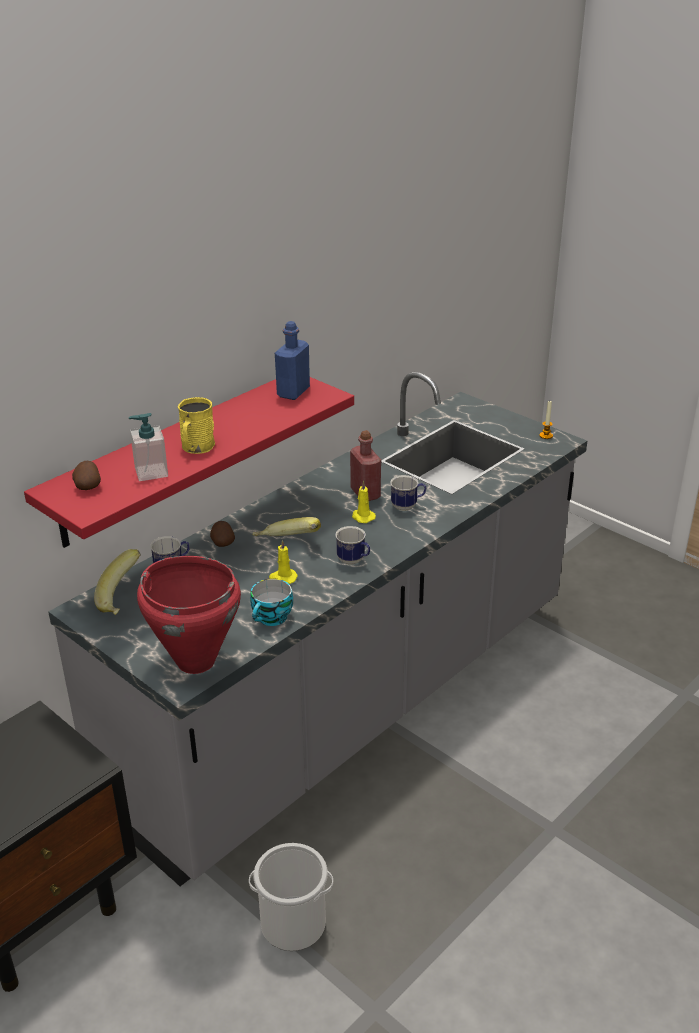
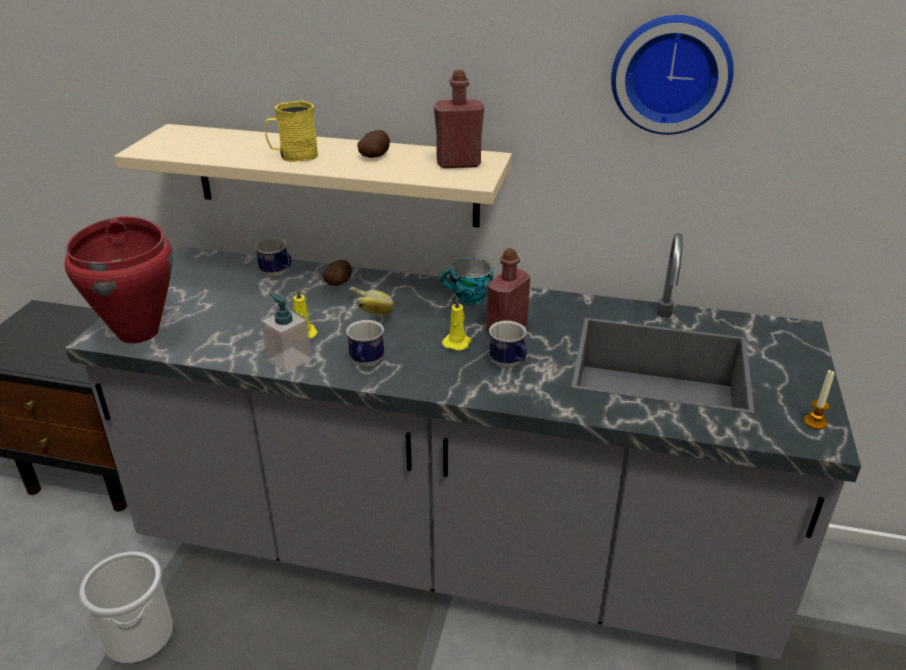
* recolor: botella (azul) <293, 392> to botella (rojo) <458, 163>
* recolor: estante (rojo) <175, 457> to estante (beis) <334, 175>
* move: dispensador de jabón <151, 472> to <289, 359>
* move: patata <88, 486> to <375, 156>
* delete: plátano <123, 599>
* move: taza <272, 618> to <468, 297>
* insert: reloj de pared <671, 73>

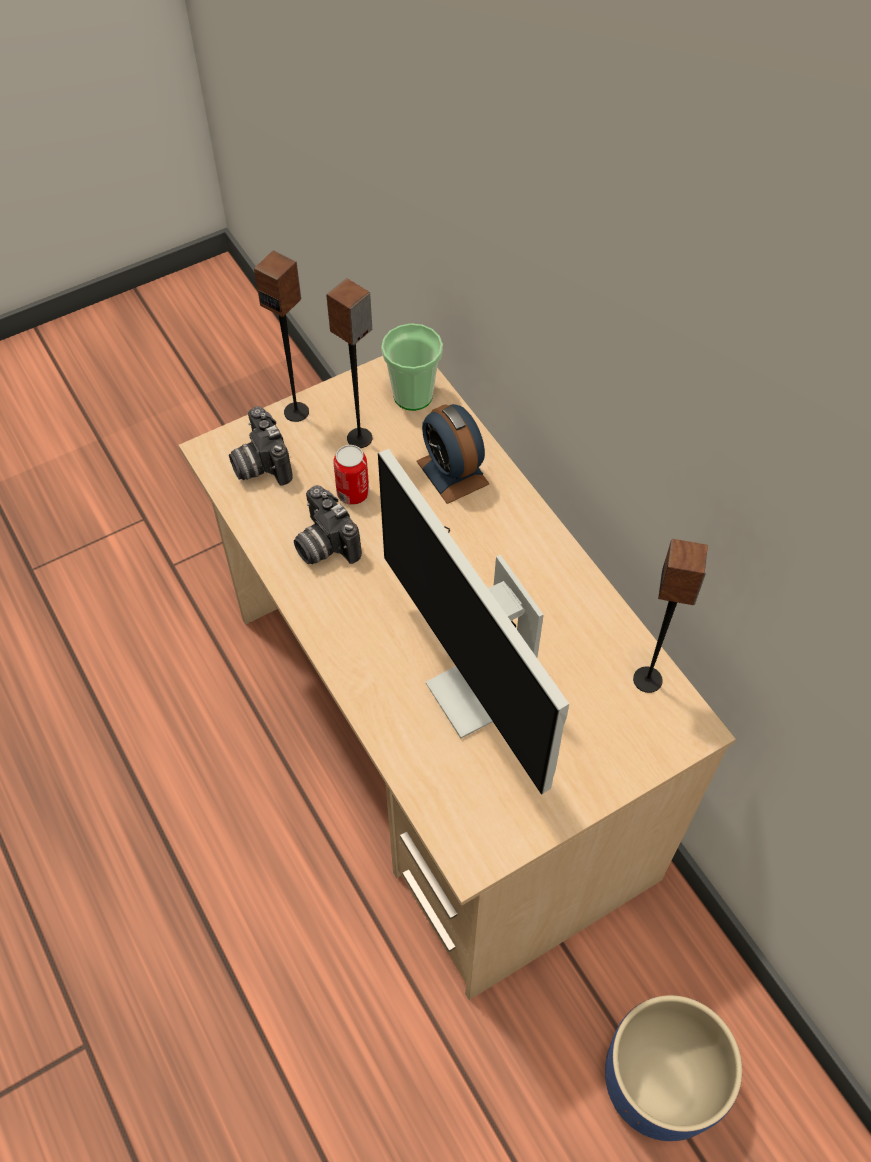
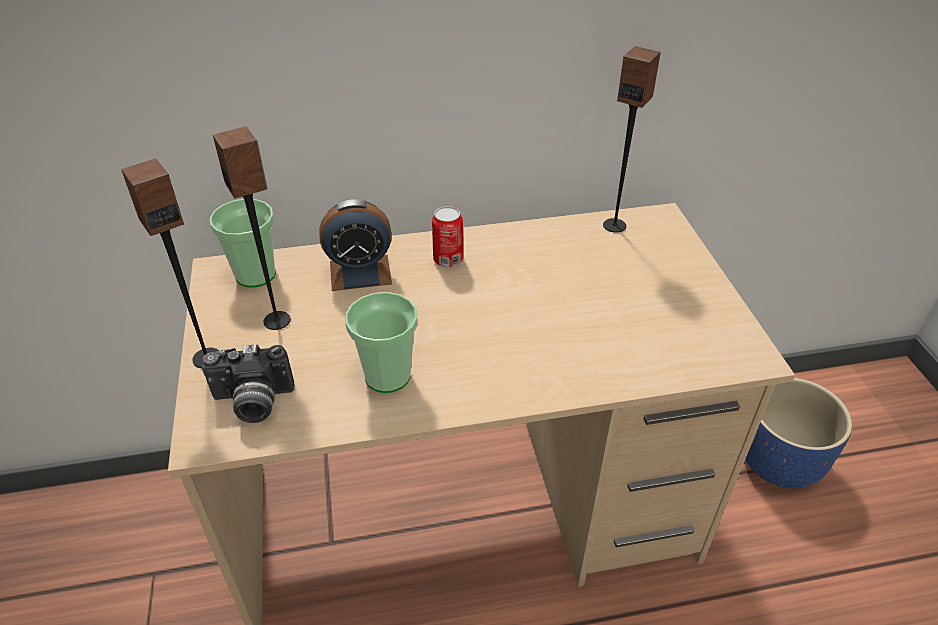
* move: lata <353, 493> to <448, 259>
* delete: monitor <472, 664>
* replace: cámara <323, 545> to taza <387, 376>

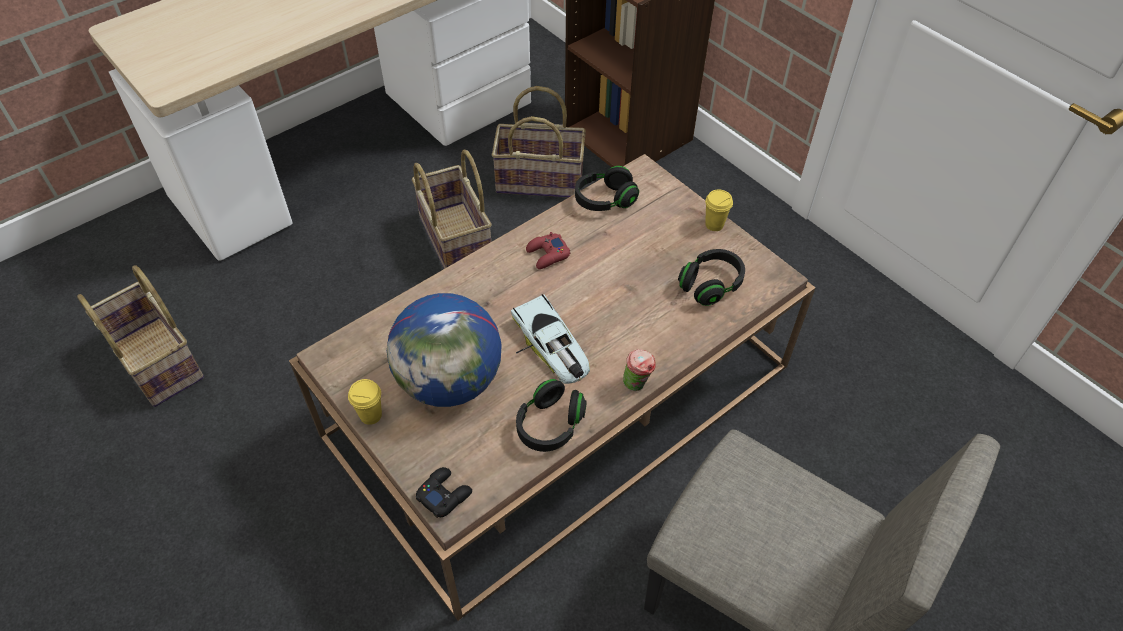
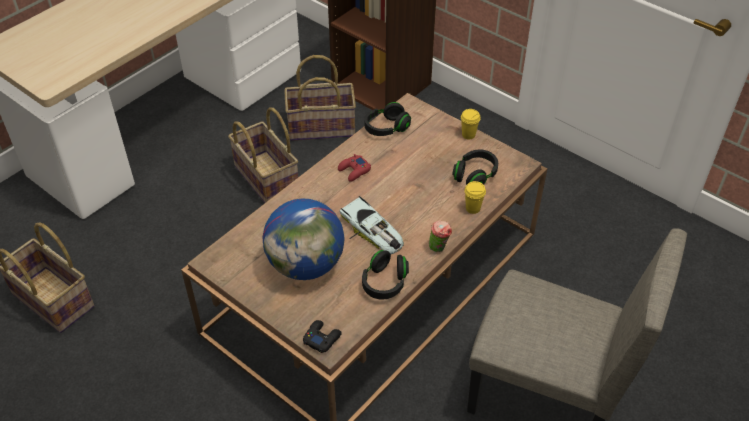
* move: taza (amarillo) <371, 415> to <473, 208>

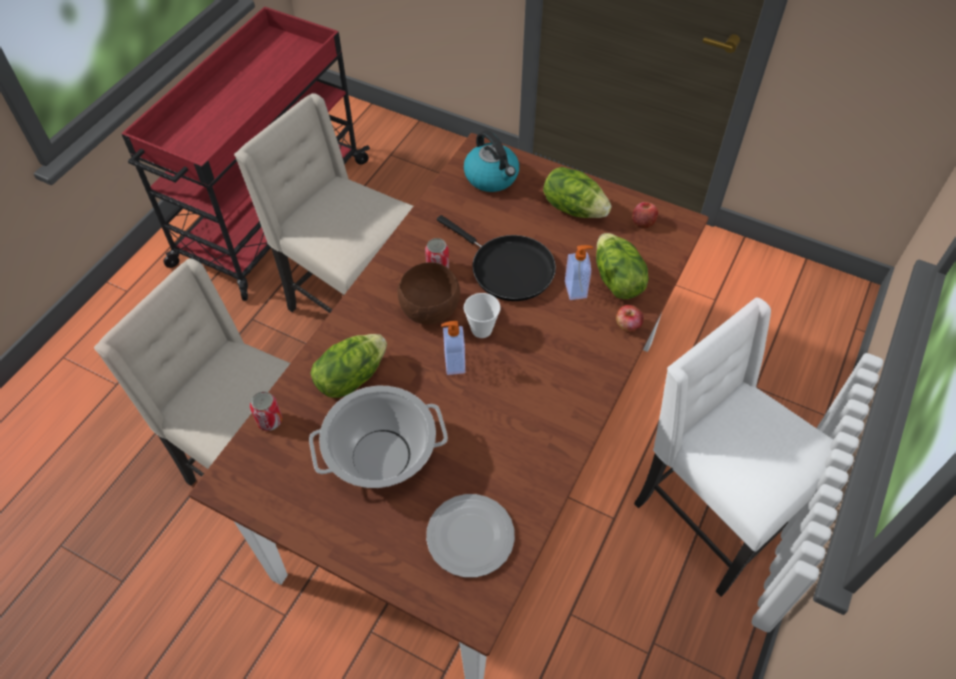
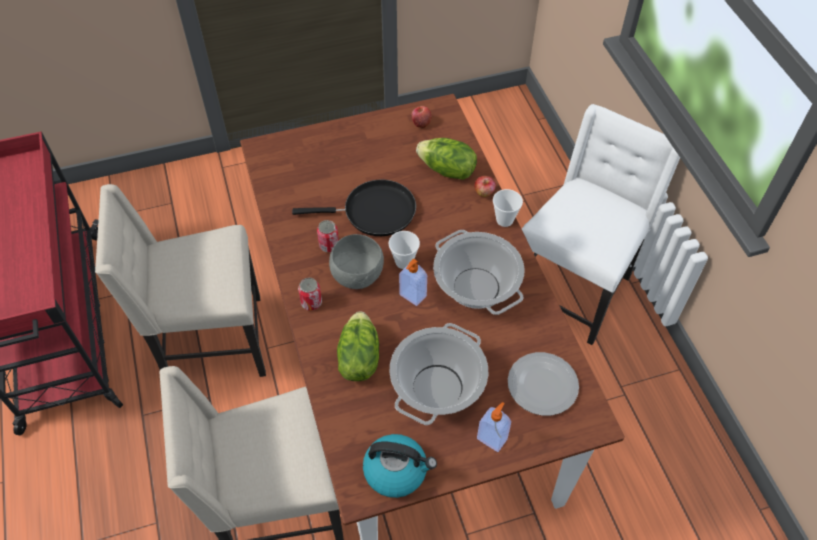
* move: hervidor <492, 177> to <396, 471>
* delete: lechuga <574, 208>
* move: dispensador de jabón <576, 290> to <492, 438>
* recolor: cuenco (marrón) <431, 311> to cuenco (gris) <358, 275>
* rotate: silla (blanco) <709, 513> = <573, 288> 120 degrees clockwise
* move: lata <269, 421> to <311, 302>
* insert: taza <504, 220>
* insert: olla <477, 288>

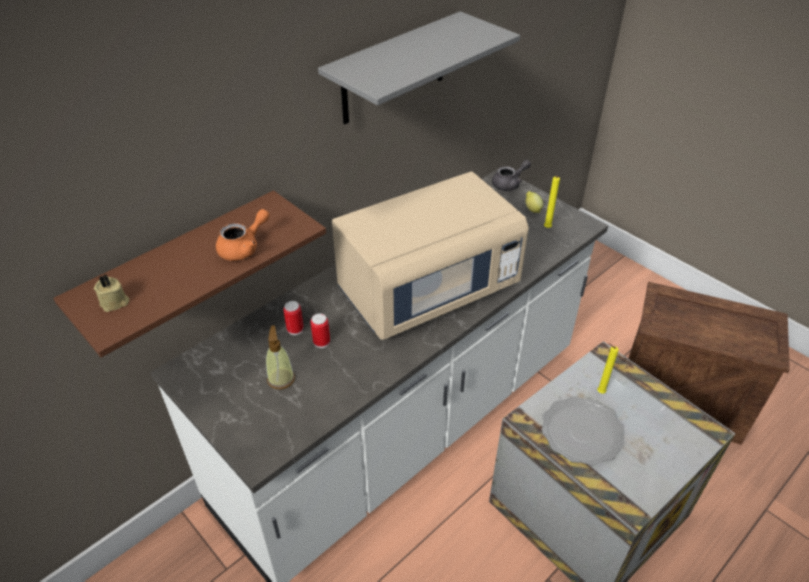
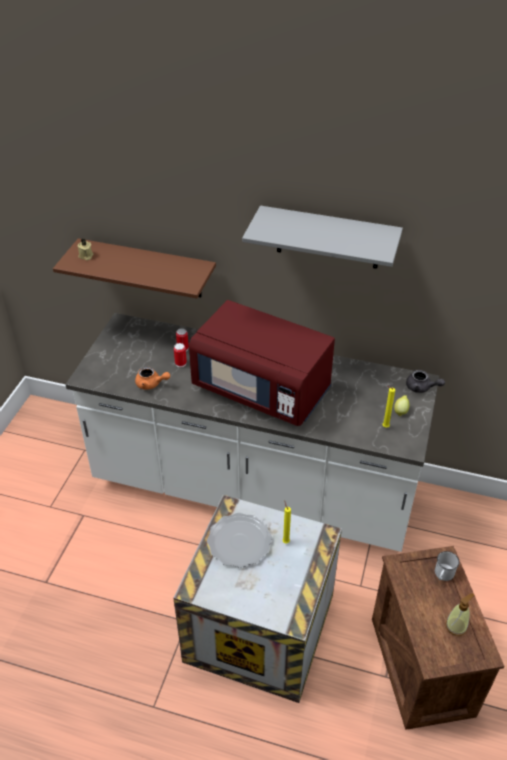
* recolor: microondas (beis) <427, 290> to microondas (rojo) <262, 389>
* move: tetera (naranja) <244, 248> to <151, 384>
* move: dispensador de jabón <281, 379> to <456, 626>
* insert: taza grande (blanco) <443, 575>

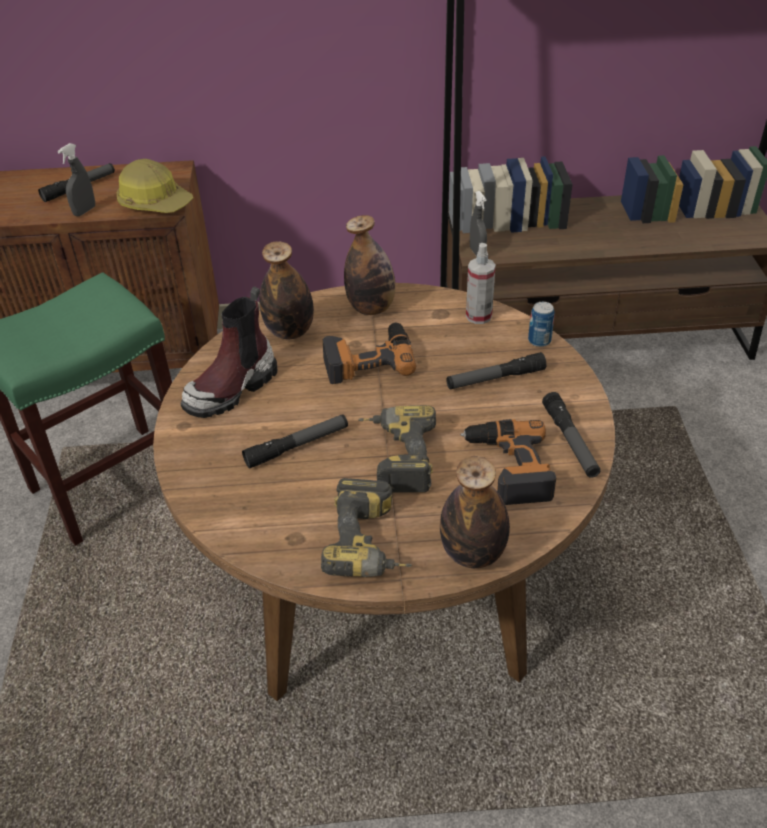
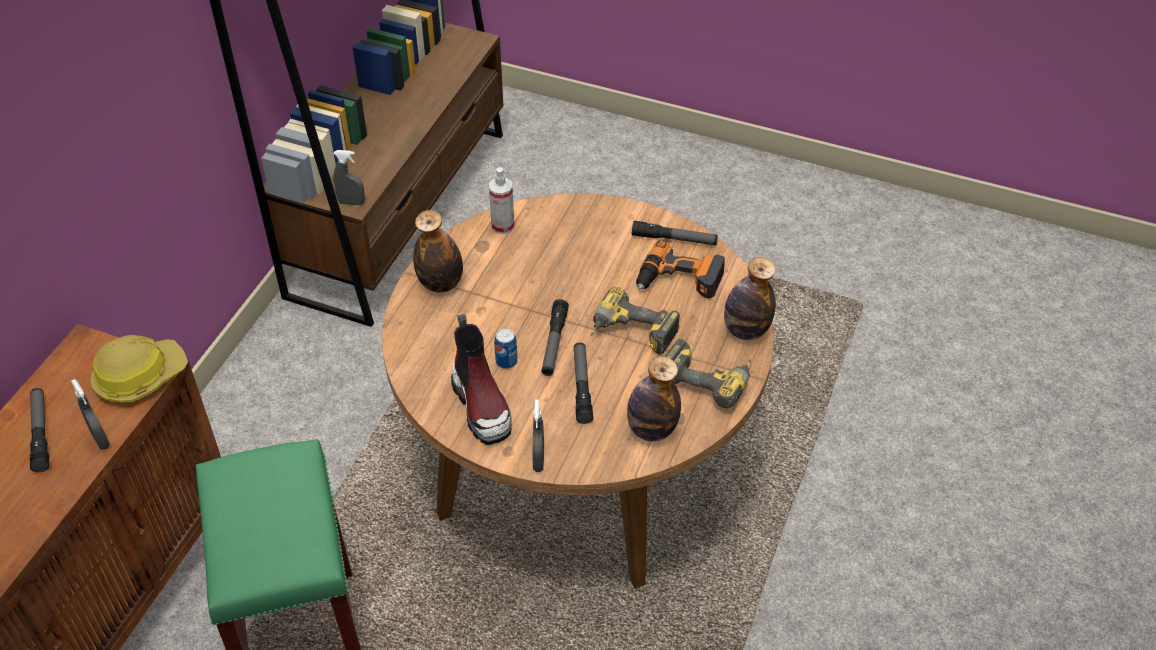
* move: botella <290, 331> to <651, 429>
* move: lata <539, 341> to <506, 361>
* delete: taladro <368, 359>
* move: linterna <495, 378> to <554, 343>
* insert: pulverizador (gris) <538, 460>

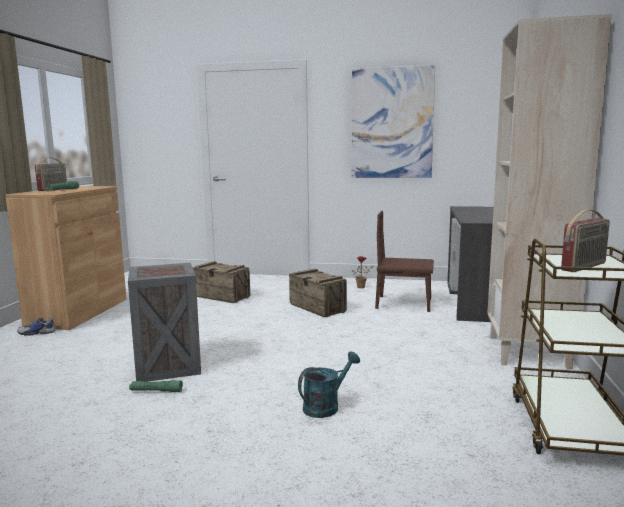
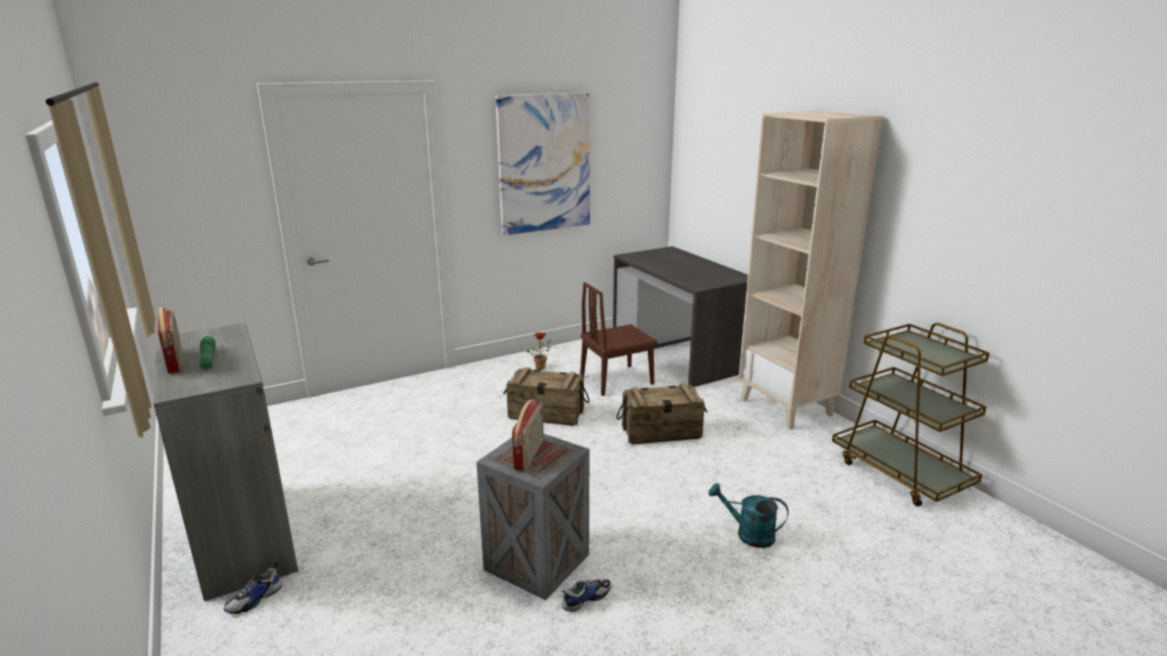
* recolor: armario (marrón) <78, 312> to armario (gris) <244, 537>
* move: radio <584, 267> to <530, 454>
* move: caja de embalaje <221, 296> to <661, 432>
* rotate: regadera (turquesa) <326, 406> = <748, 534> 75 degrees counterclockwise
* replace: linterna (verde) <156, 391> to zapato <585, 598>

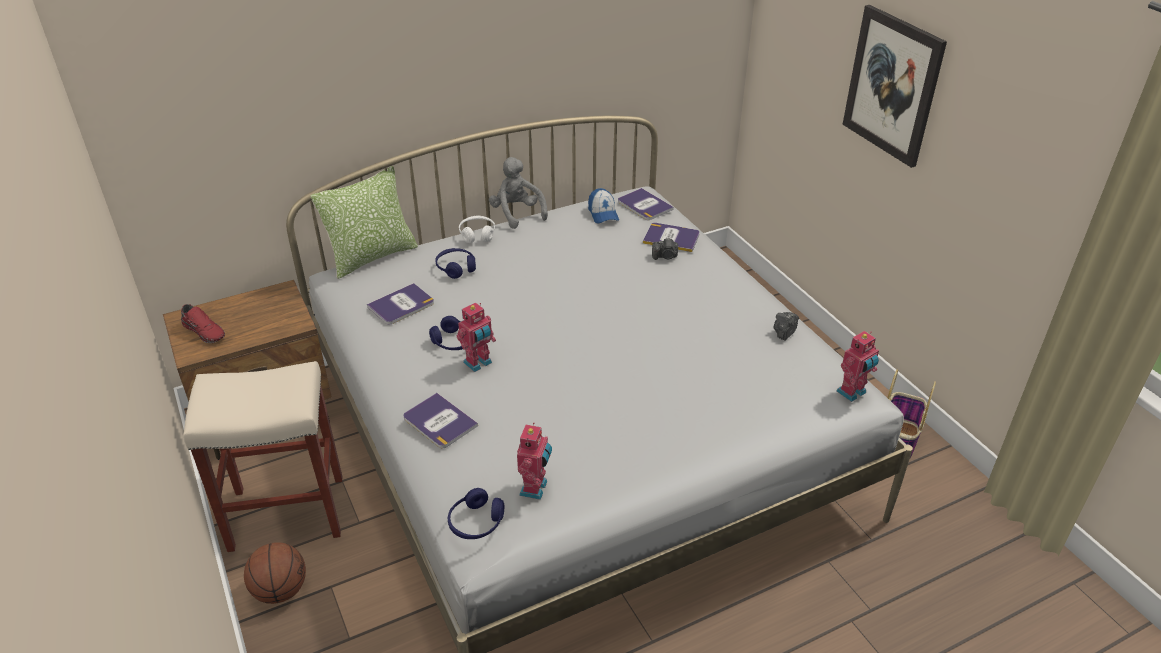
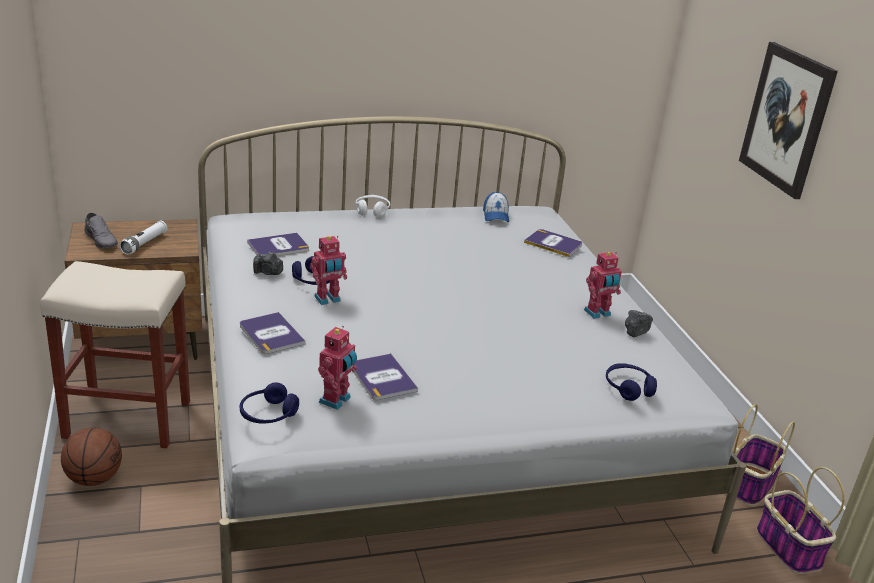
* delete: peluche (gris) <517, 214>
* delete: cojín <372, 257>
* move: libro <644, 205> to <382, 378>
* move: cámara <665, 256> to <268, 272>
* move: auriculares (azul) <456, 268> to <628, 388>
* recolor: zapato (rojo) <205, 331> to zapato (gris) <102, 240>
* move: robot de juguete <852, 393> to <598, 313>
* insert: linterna (blanco) <144, 244>
* insert: cesta <787, 547>

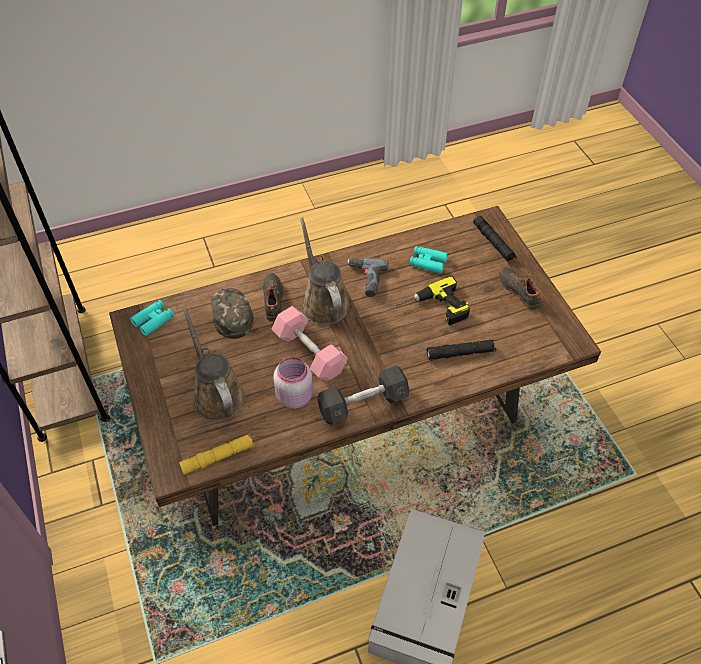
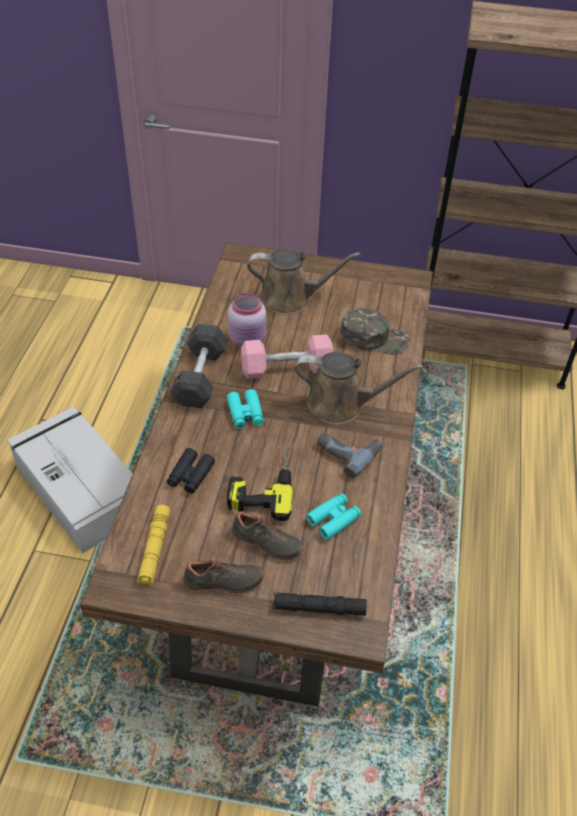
* move: zapato (negro) <274, 300> to <266, 543>
* move: prismáticos (turquesa) <153, 320> to <245, 413>
* replace: linterna (negro) <460, 353> to prismáticos (negro) <190, 475>
* move: linterna (amarillo) <218, 457> to <155, 549>

